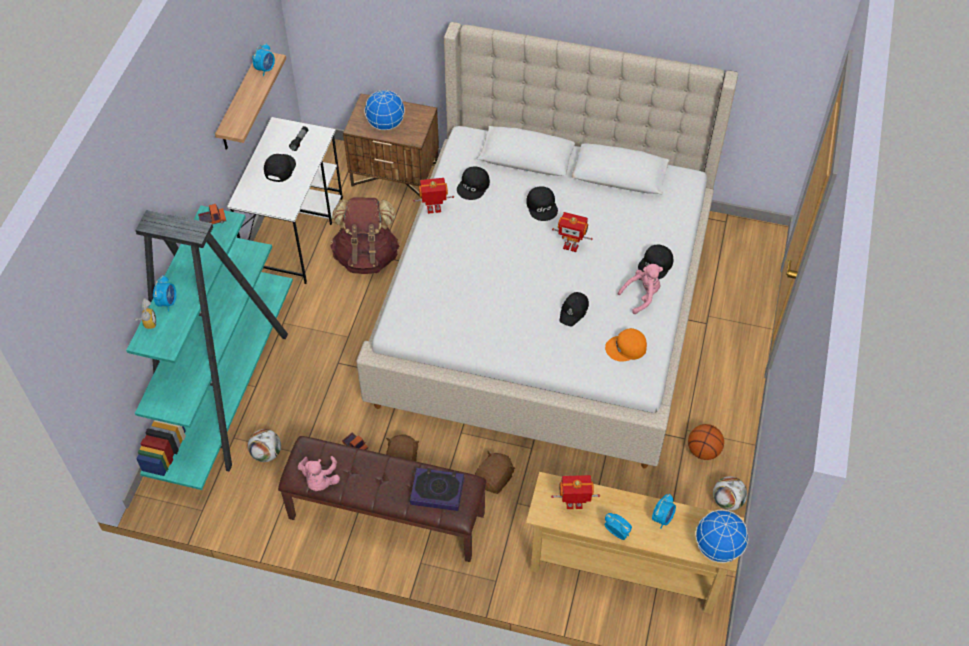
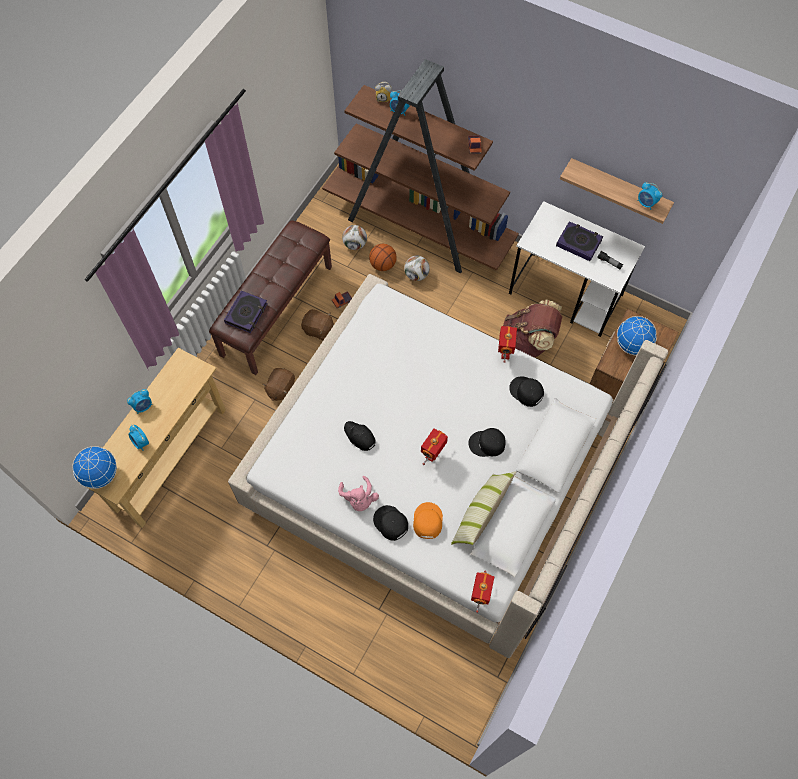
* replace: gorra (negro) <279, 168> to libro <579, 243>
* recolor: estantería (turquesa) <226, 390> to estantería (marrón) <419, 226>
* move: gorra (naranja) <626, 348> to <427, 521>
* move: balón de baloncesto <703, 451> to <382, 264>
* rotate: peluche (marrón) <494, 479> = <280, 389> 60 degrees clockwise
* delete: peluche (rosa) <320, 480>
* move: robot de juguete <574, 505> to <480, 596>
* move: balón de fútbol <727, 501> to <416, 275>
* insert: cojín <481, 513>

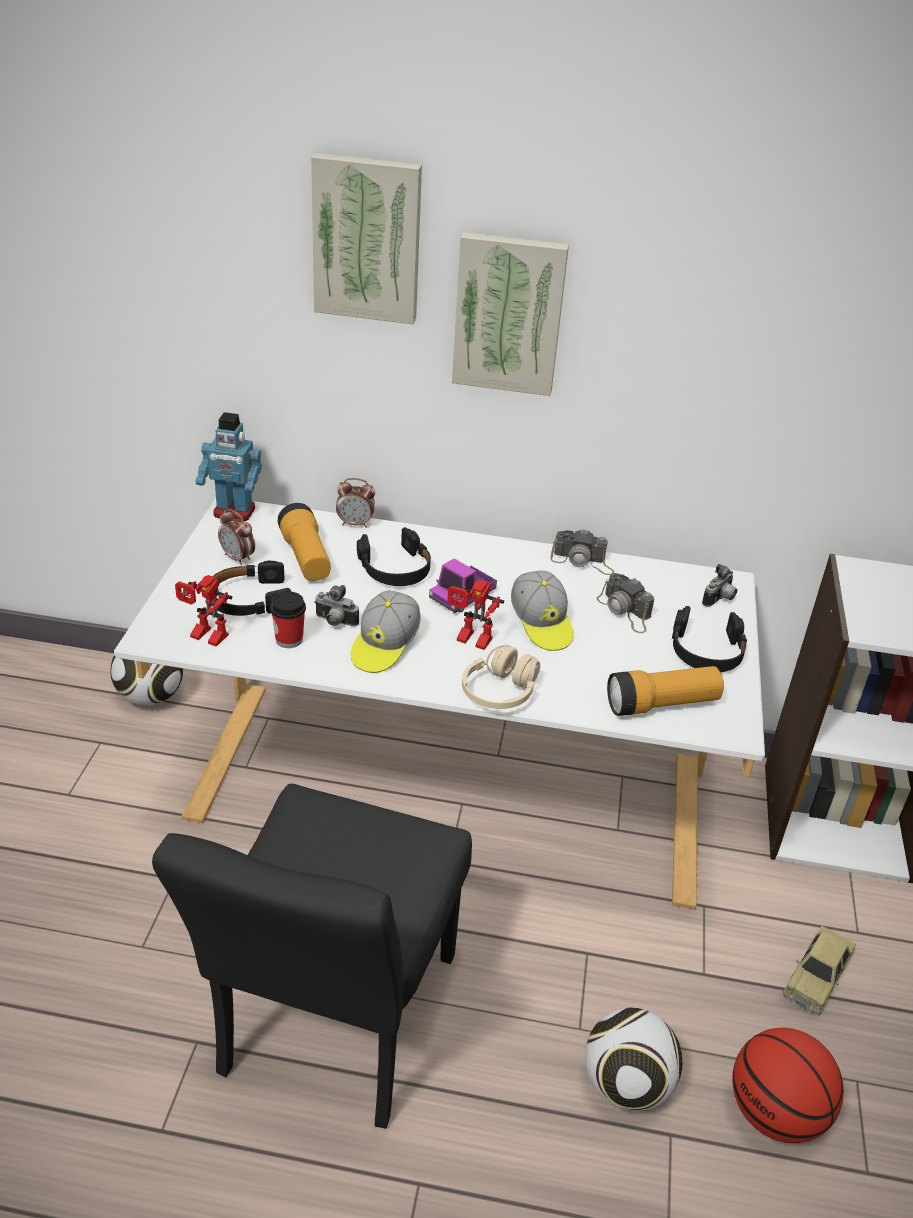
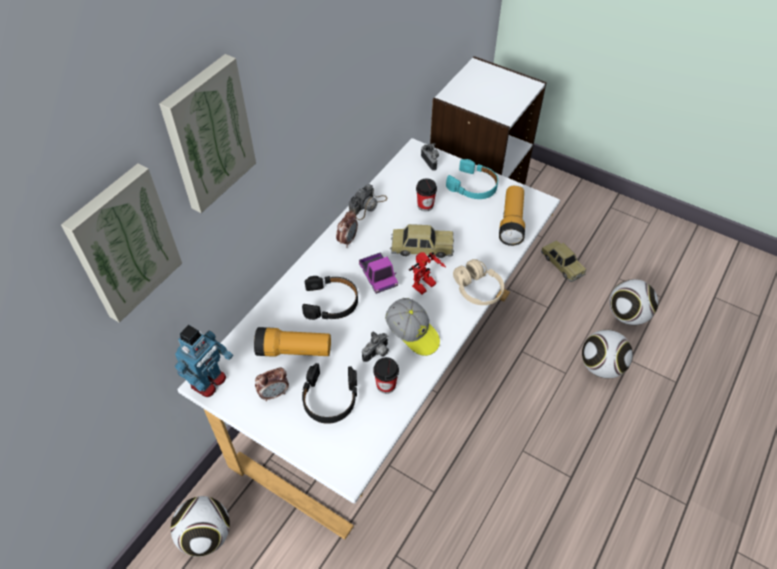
* move: cuadro <509, 313> to <123, 243>
* move: despertador <355, 524> to <347, 240>
* replace: gorra <541, 624> to coche de juguete <421, 248>
* replace: cámara <625, 611> to taza <425, 205>
* delete: robot de juguete <204, 637>
* recolor: auriculares (negro) <706, 651> to auriculares (turquesa) <473, 186>
* delete: silla (negro) <330, 1029>
* replace: balón de baloncesto <775, 1112> to balón de fútbol <627, 315>

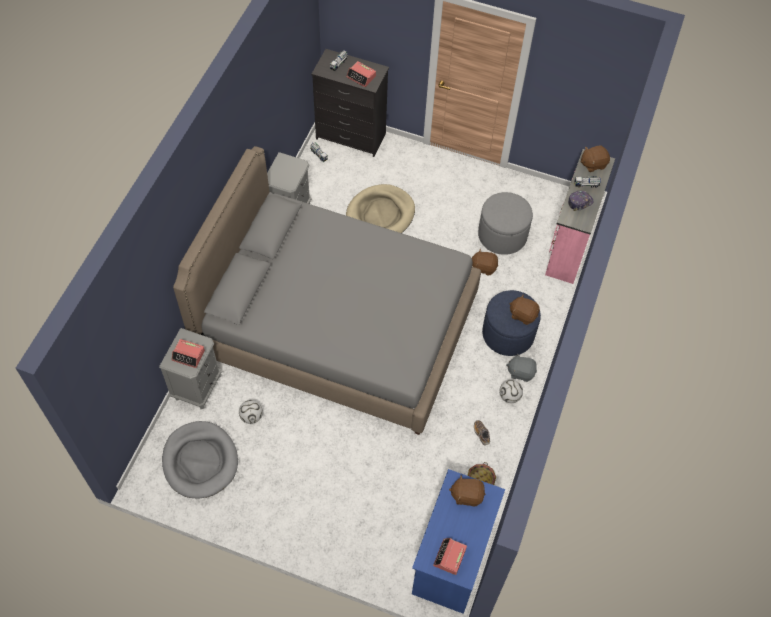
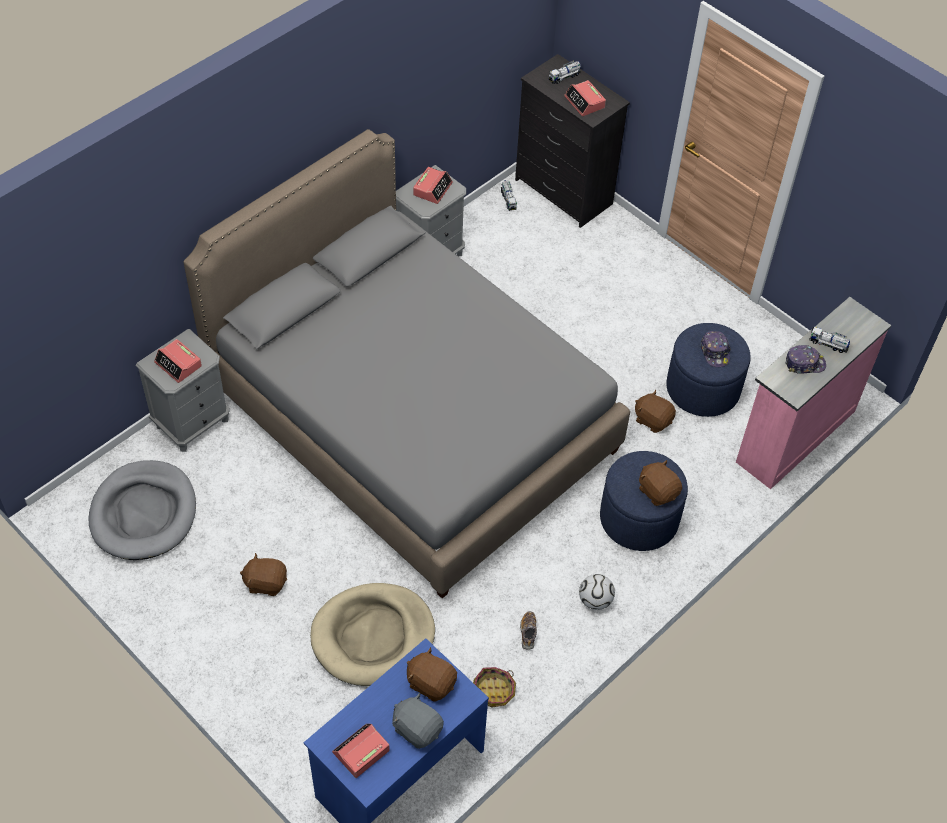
* move: peluche (marrón) <593, 164> to <266, 582>
* move: cama para perro (beis) <380, 215> to <373, 636>
* recolor: puf (gris) <502, 235> to puf (azul) <703, 388>
* move: peluche (gris) <521, 372> to <417, 728>
* delete: balón de fútbol <251, 416>
* insert: despertador <432, 189>
* insert: gorra <715, 352>

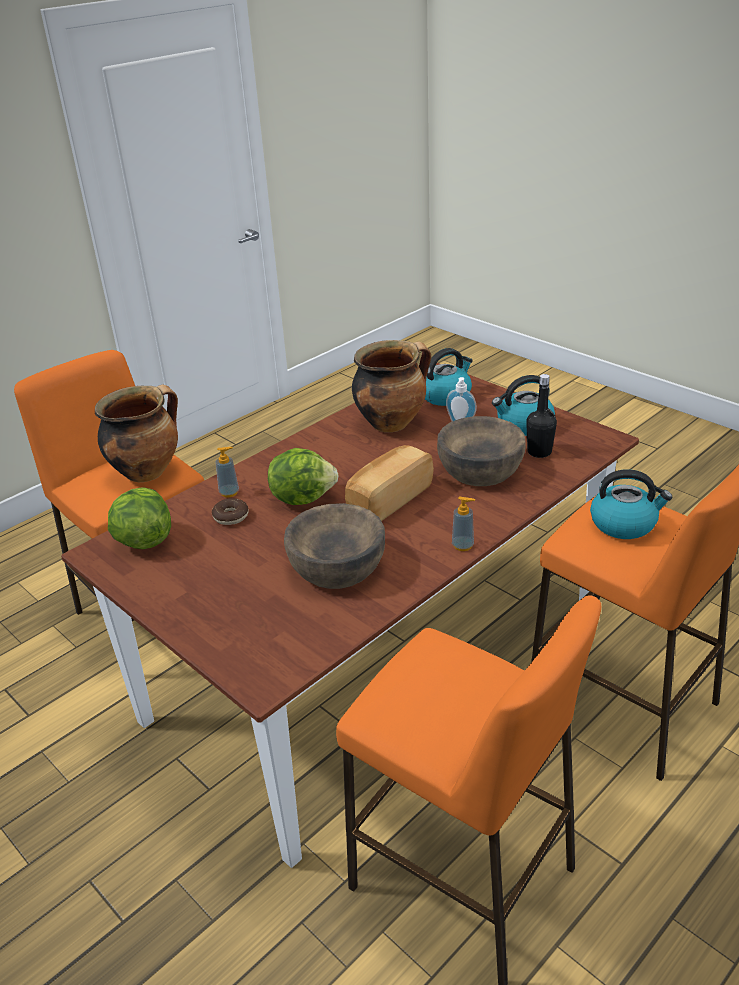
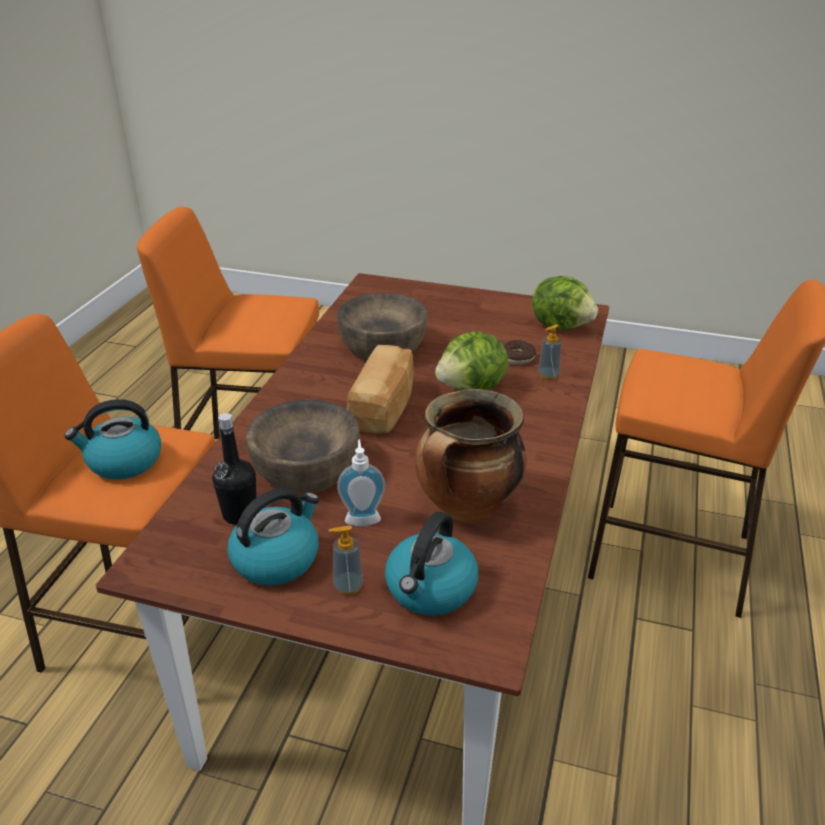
* delete: olla <147, 471>
* move: dispensador de jabón <463, 545> to <348, 586>

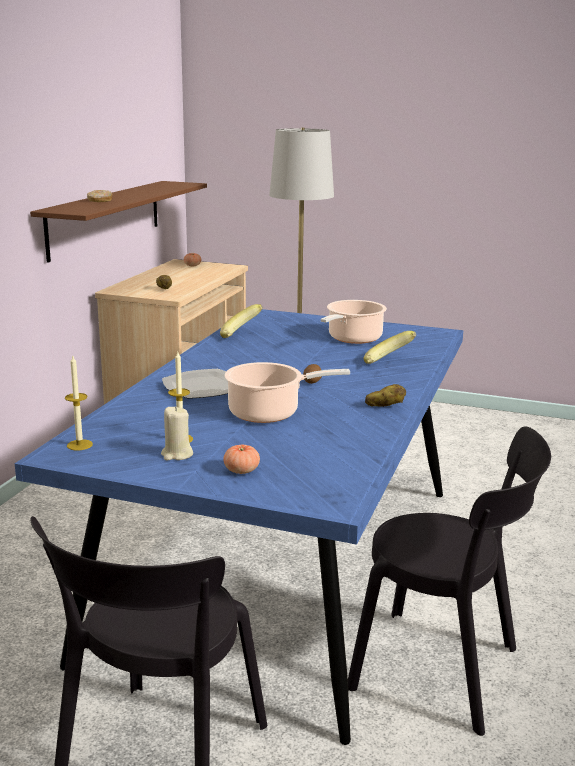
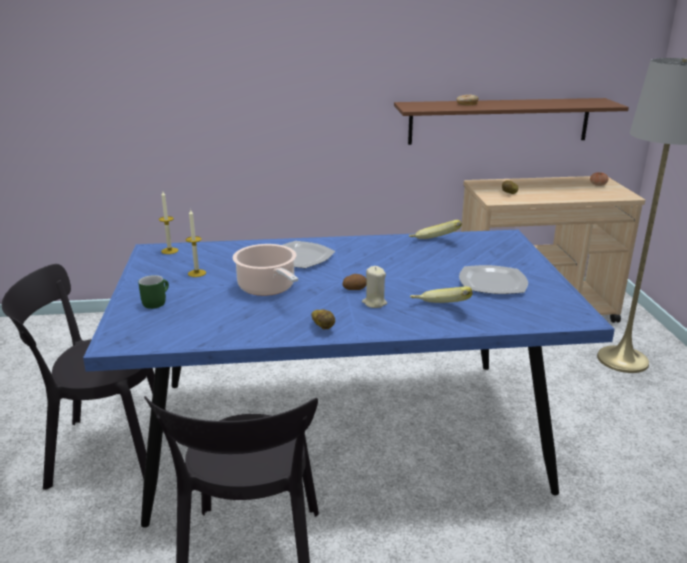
* replace: olla <353, 339> to plato <492, 282>
* move: vela (beis) <177, 454> to <374, 303>
* replace: tomate <241, 470> to taza grande (verde) <155, 302>

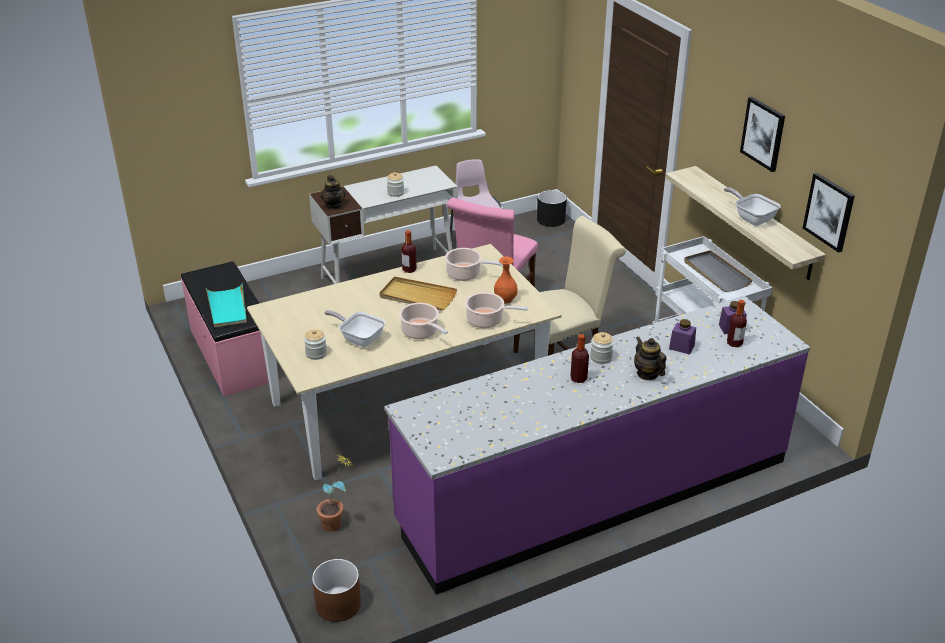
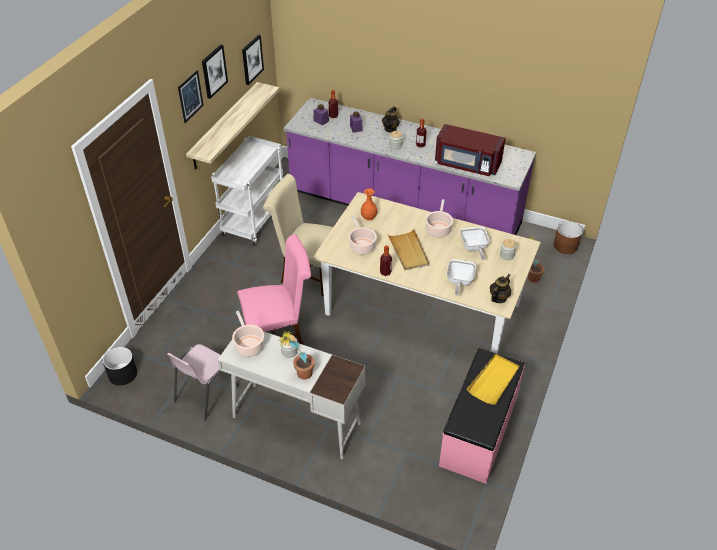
* move: tetera <334, 205> to <498, 298>
* move: sartén <751, 218> to <459, 282>
* delete: bandeja (gris) <716, 273>
* recolor: bandeja (turquesa) <227, 308> to bandeja (amarillo) <494, 380>
* move: olla <487, 320> to <249, 345>
* insert: cuadro <190, 96>
* insert: microondas (rojo) <467, 164>
* insert: planta en maceta <299, 374>

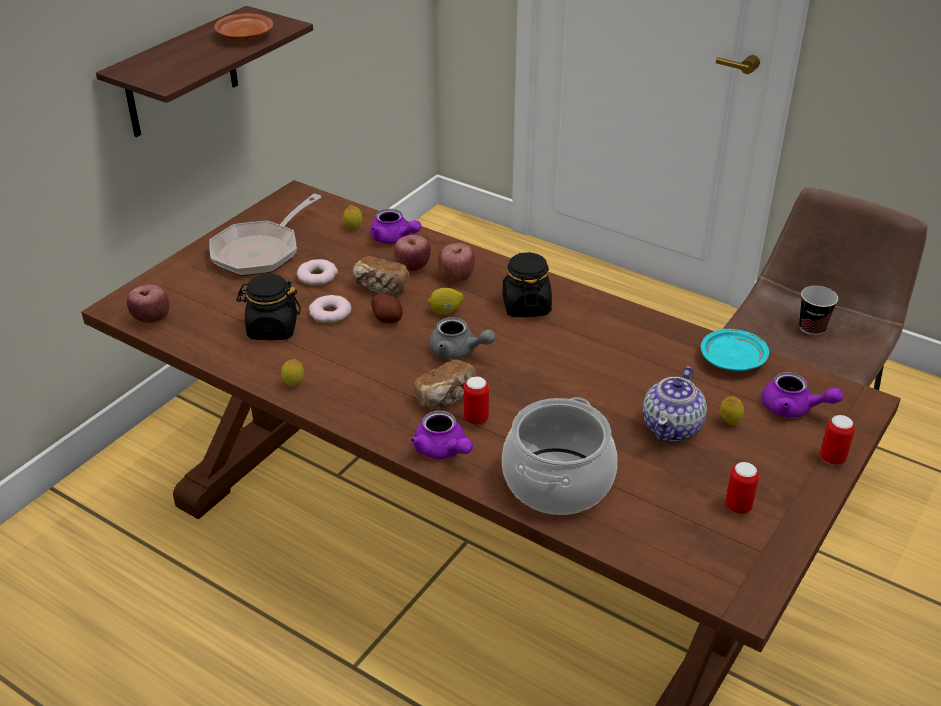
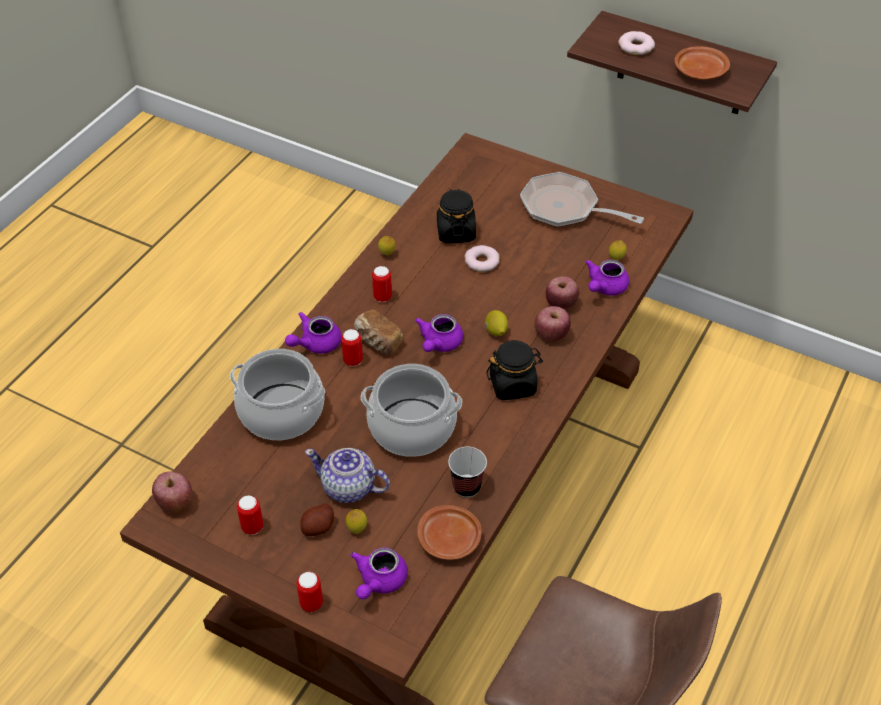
* delete: pan <381, 288>
* move: rosquilla <317, 276> to <636, 47>
* move: manzana <152, 318> to <175, 503>
* move: taza <812, 328> to <466, 487>
* move: patata <387, 318> to <318, 527>
* recolor: tetera (gris) <458, 352> to tetera (morado) <439, 344>
* recolor: plato (turquesa) <733, 359> to plato (marrón) <449, 539>
* insert: lata <382, 297>
* insert: olla <412, 427>

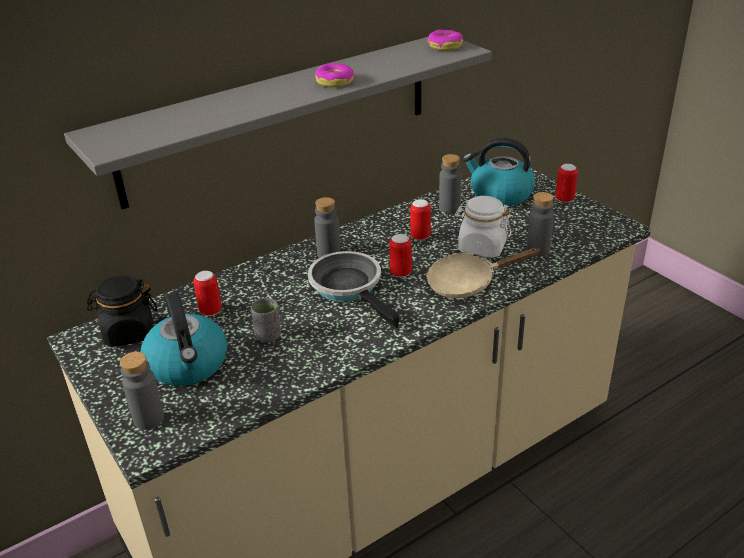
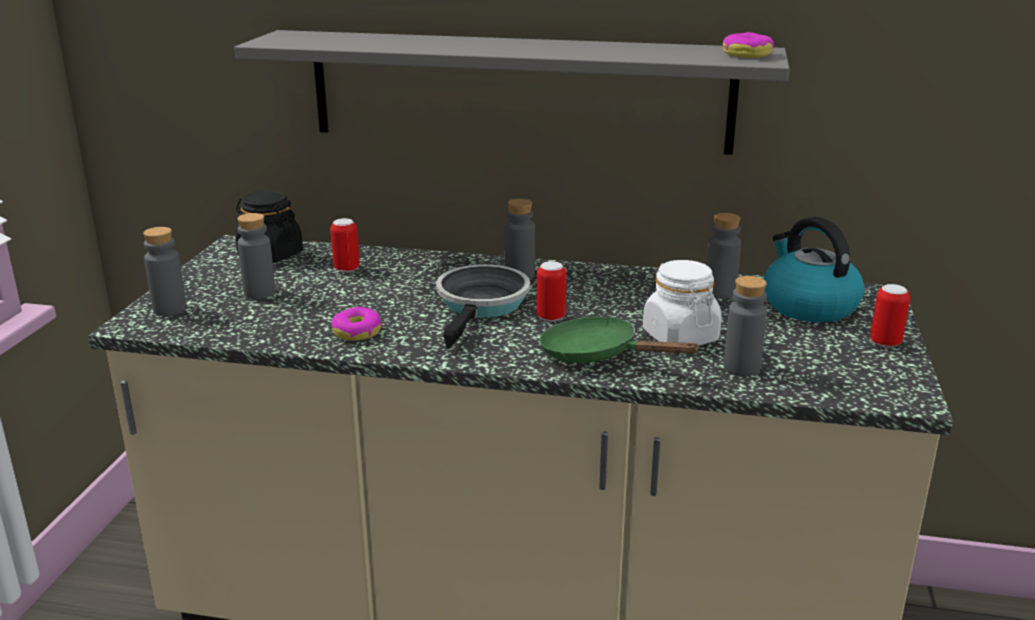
* move: rosquilla <335, 82> to <356, 332>
* delete: lata <420, 236>
* recolor: sartén (beis) <467, 283> to sartén (verde) <597, 355>
* replace: hervidor <188, 365> to botella (gris) <259, 293>
* delete: taza (gris) <268, 336>

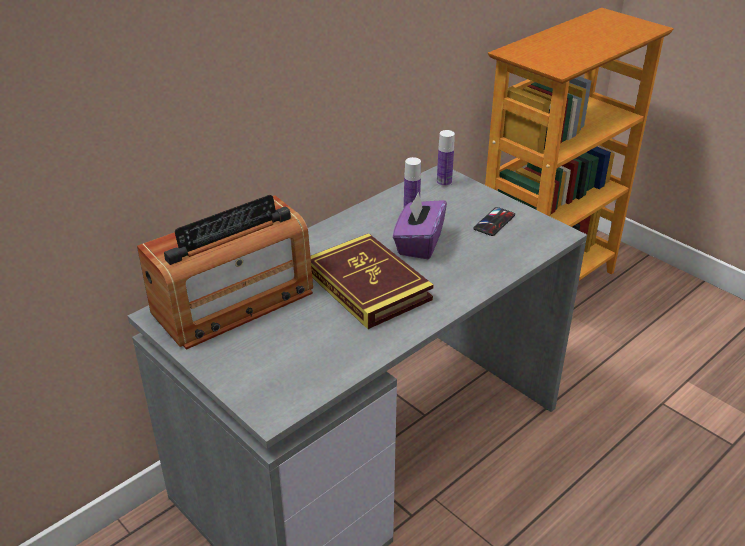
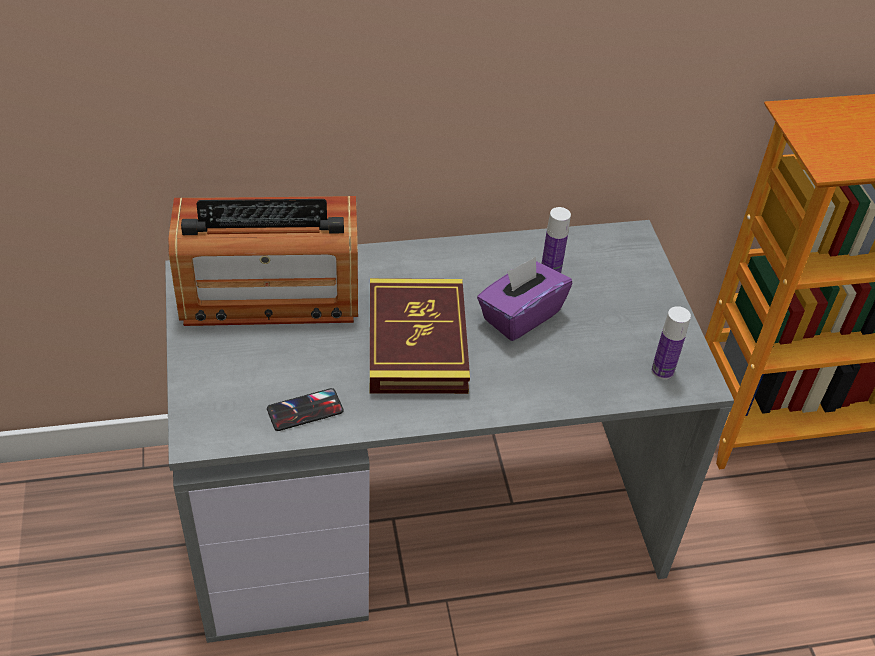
* move: botella <444, 182> to <662, 371>
* move: móvil <494, 222> to <305, 410>

